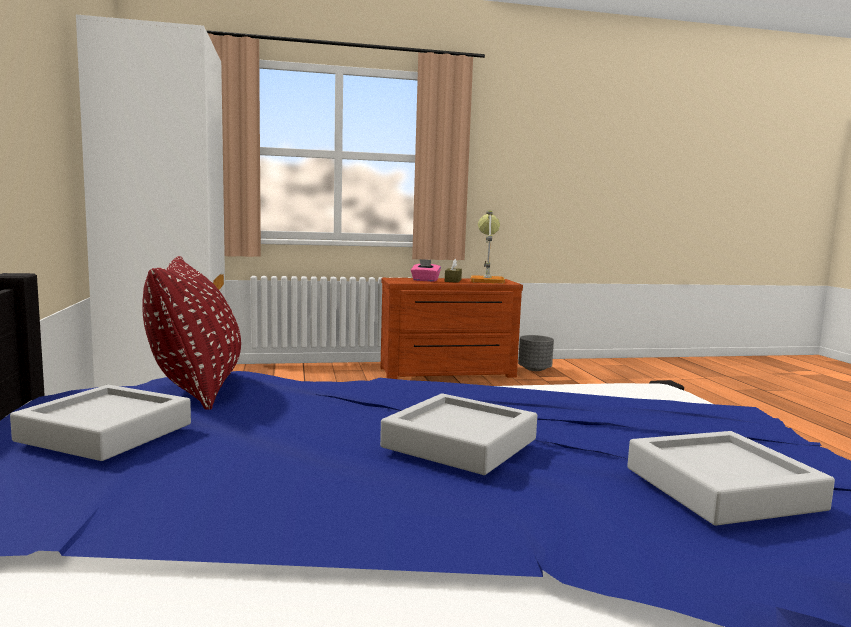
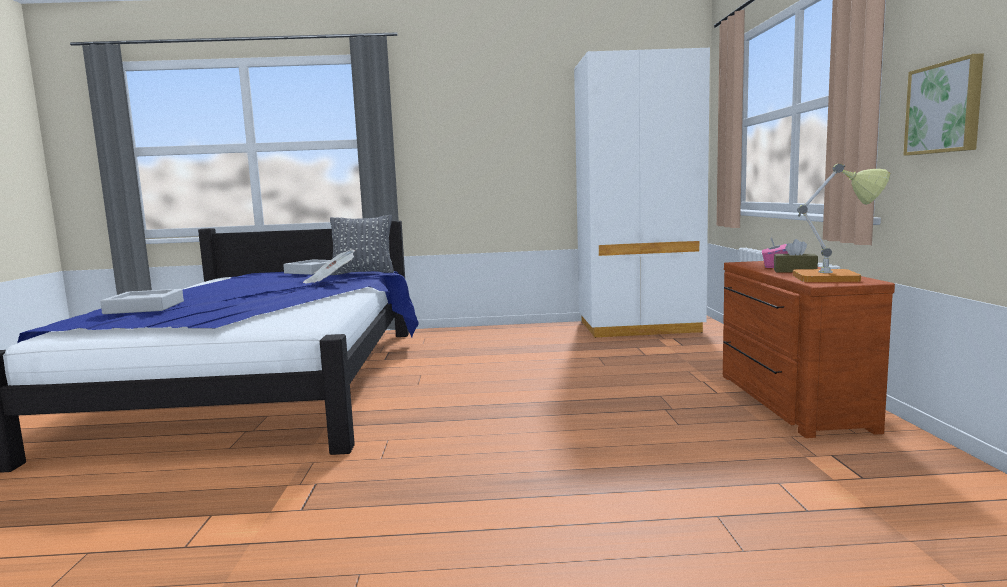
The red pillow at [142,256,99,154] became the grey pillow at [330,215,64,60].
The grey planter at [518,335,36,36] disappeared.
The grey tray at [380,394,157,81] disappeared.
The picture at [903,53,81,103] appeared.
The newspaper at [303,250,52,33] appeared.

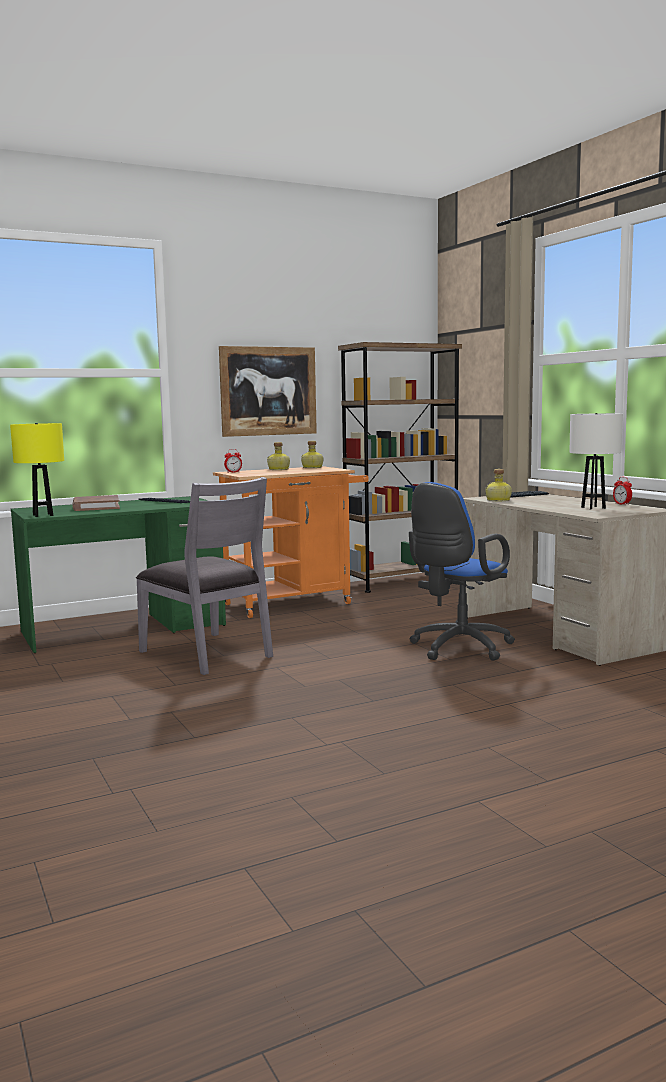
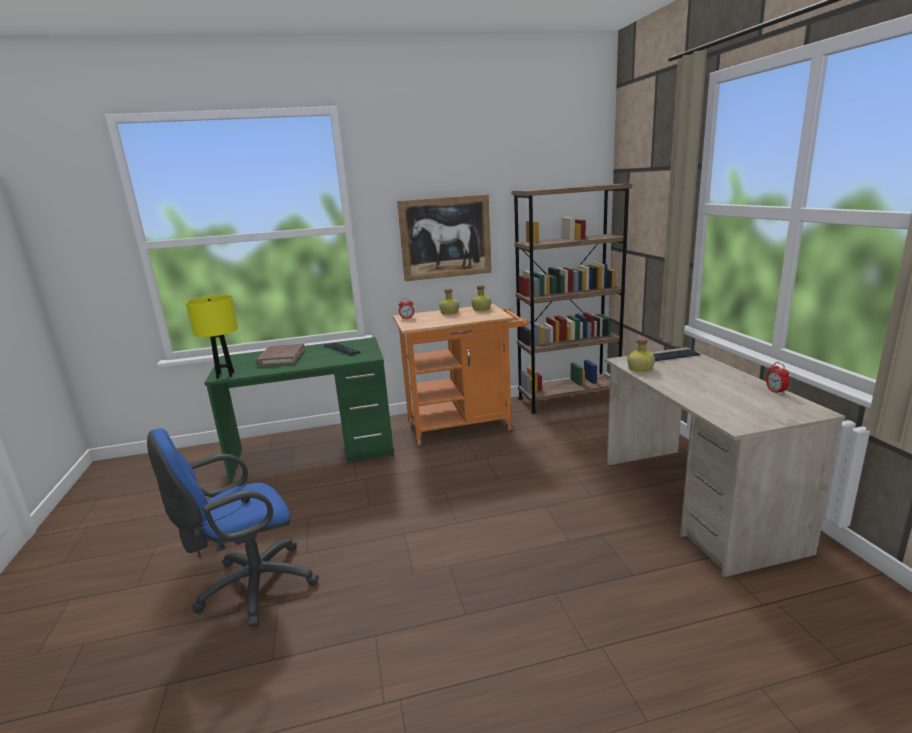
The white table lamp at [570,413,53,96] disappeared.
The grey chair at [136,477,137,198] disappeared.
The blue office chair moved from [409,482,106,179] to [147,428,172,199].

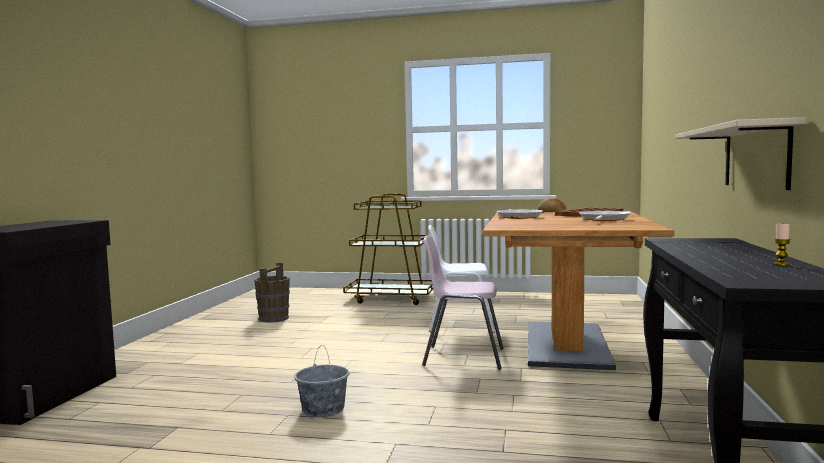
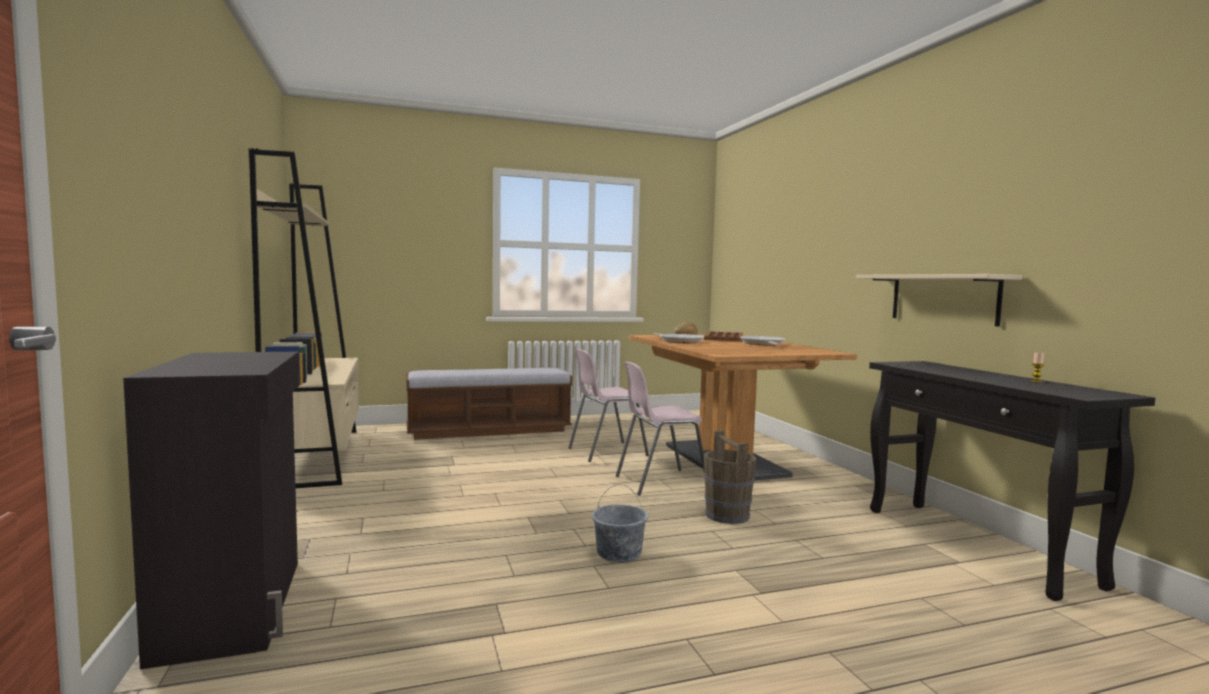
The brown cart at [343,193,90,112] was replaced by the bench at [406,368,166,72].
The white chair at [428,225,67,108] became the pink chair at [568,349,81,113].
The brown bucket moved from [254,263,36,60] to [704,430,53,94].
The beige bookcase at [249,148,110,340] appeared.

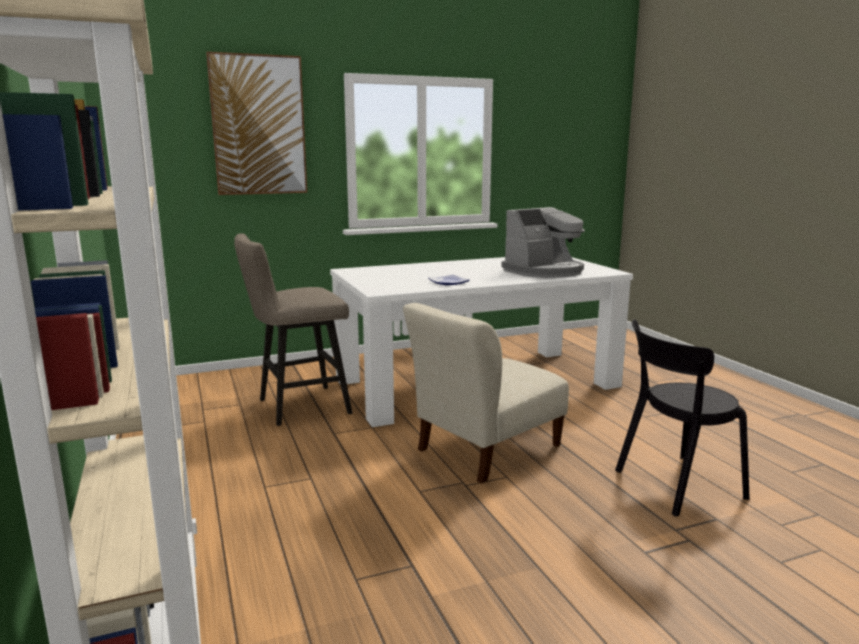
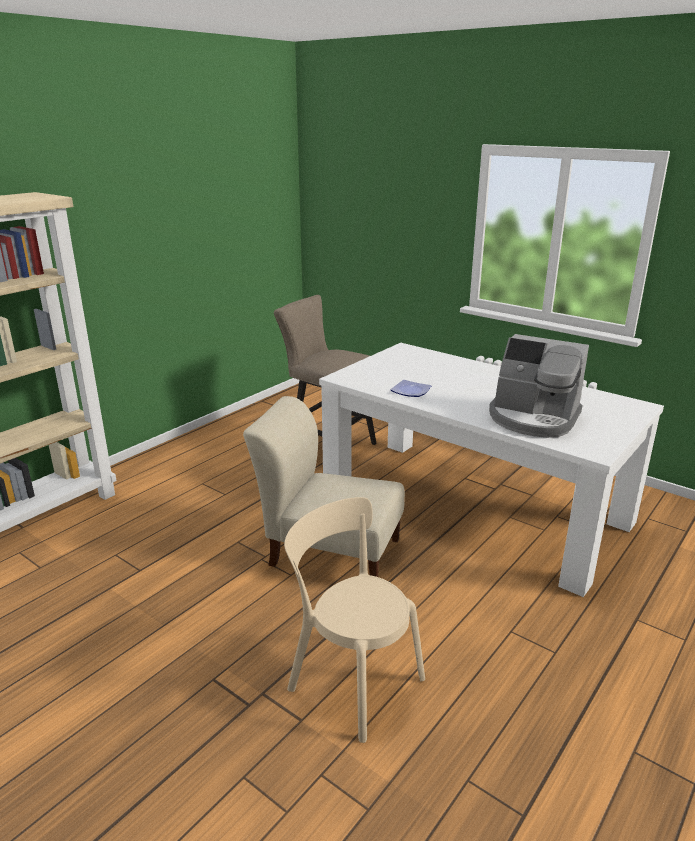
The picture at [206,52,101,143] disappeared.
The black chair at [615,319,135,198] became the beige chair at [284,497,141,246].

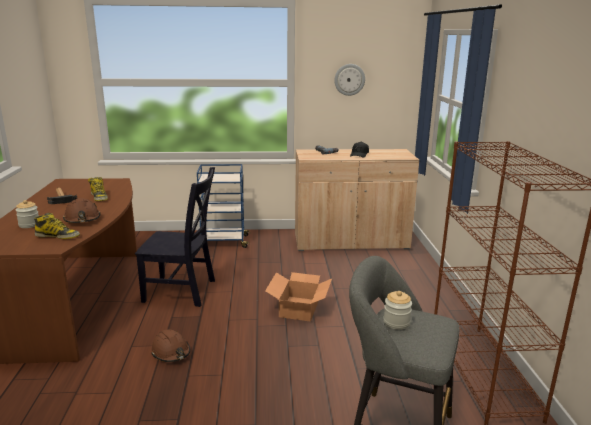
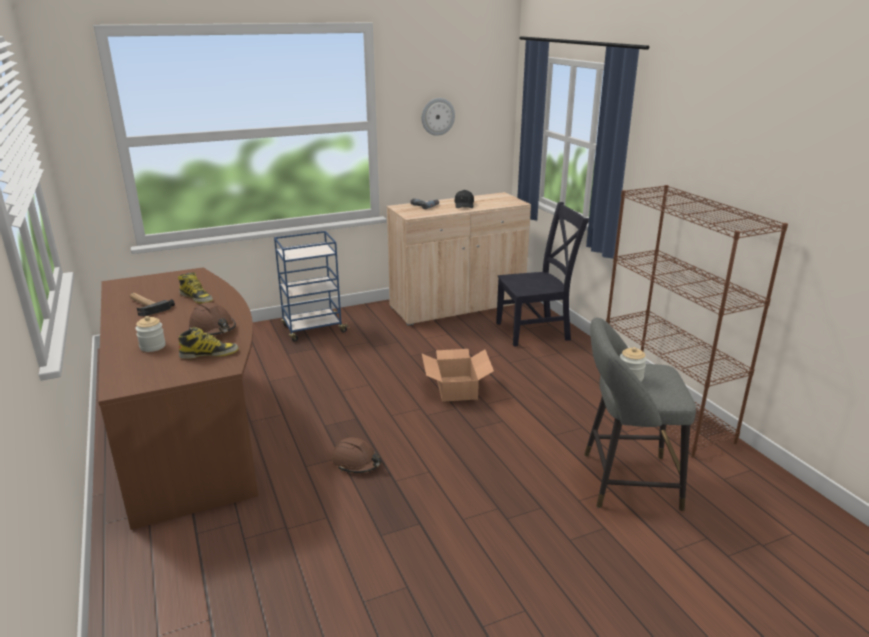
The black chair moved from [135,167,80,140] to [496,202,93,145].

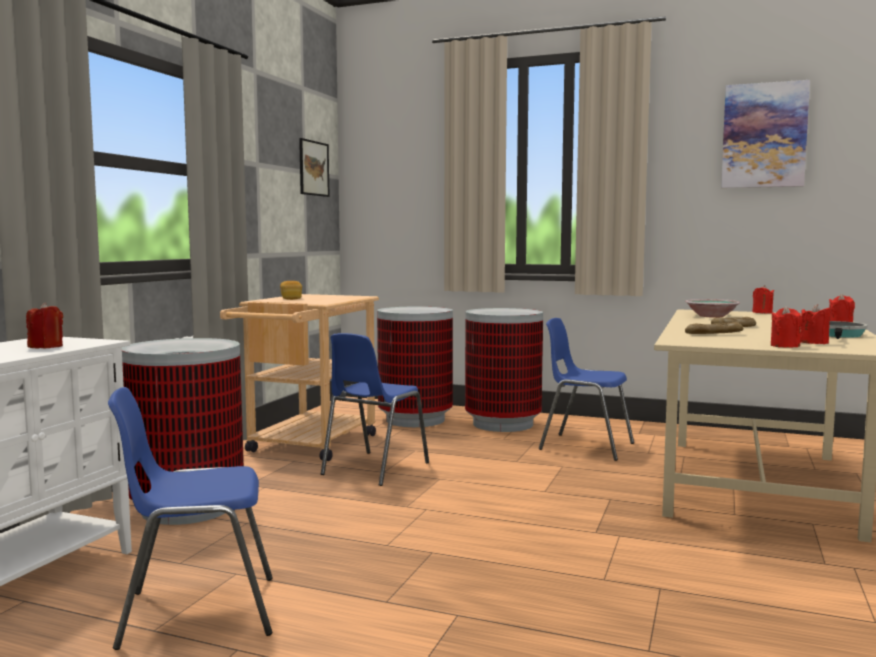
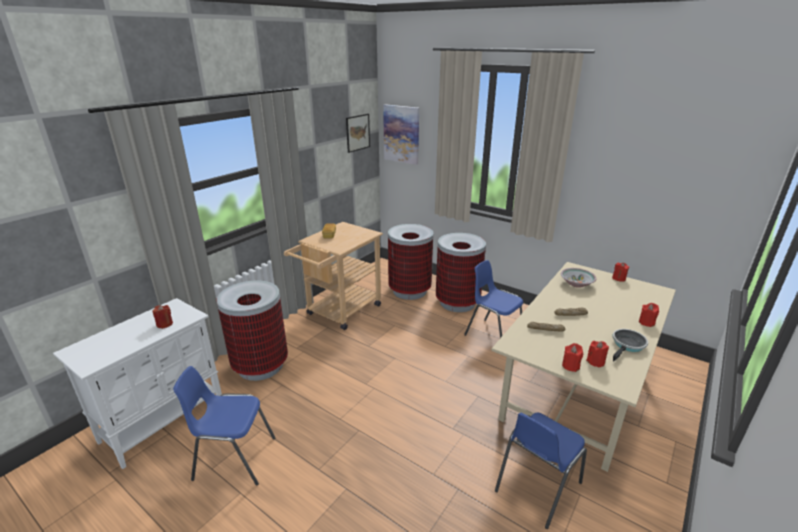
The picture moved from [721,80,89,108] to [383,104,36,61].
The blue chair moved from [321,333,108,153] to [495,413,92,116].

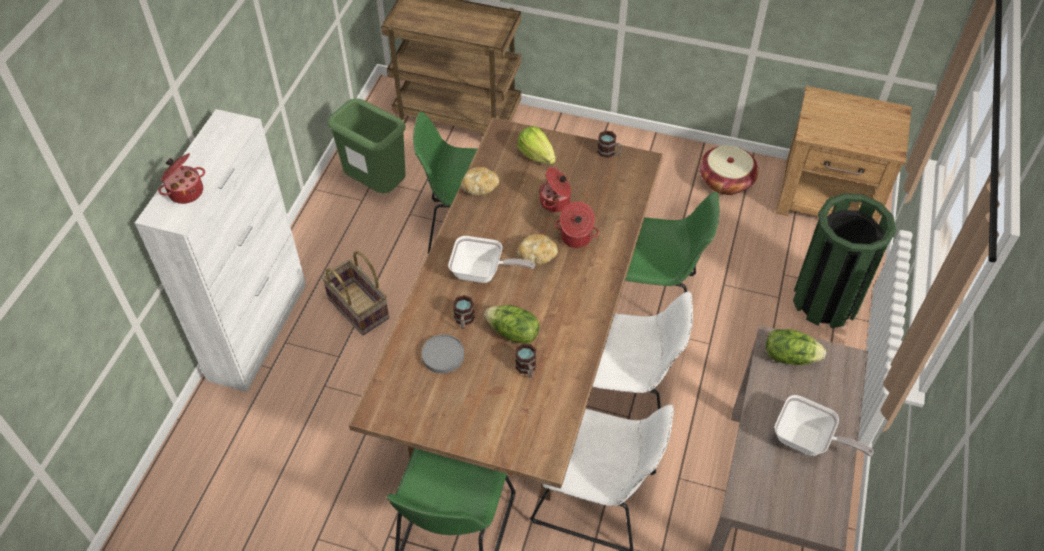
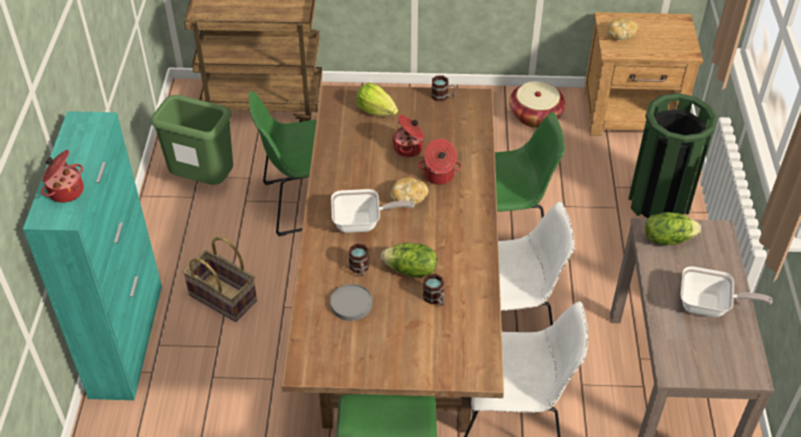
The white cabinet at [135,109,171,283] became the turquoise cabinet at [23,111,139,289].
The bread moved from [461,167,38,28] to [608,18,30,22].

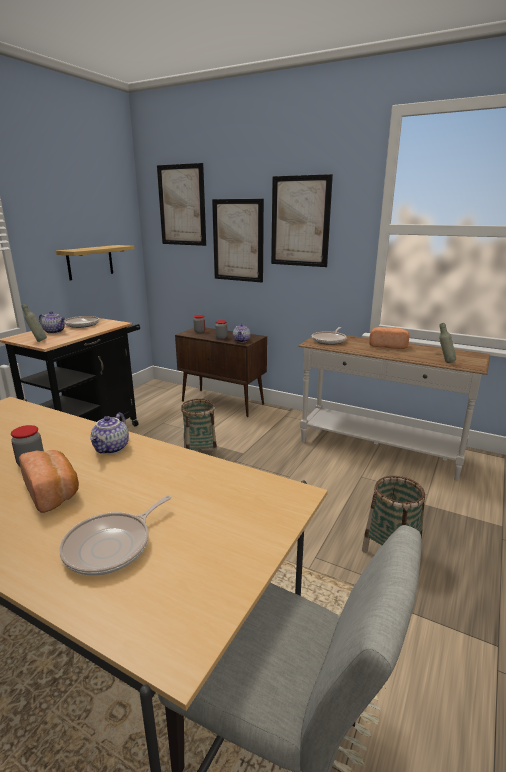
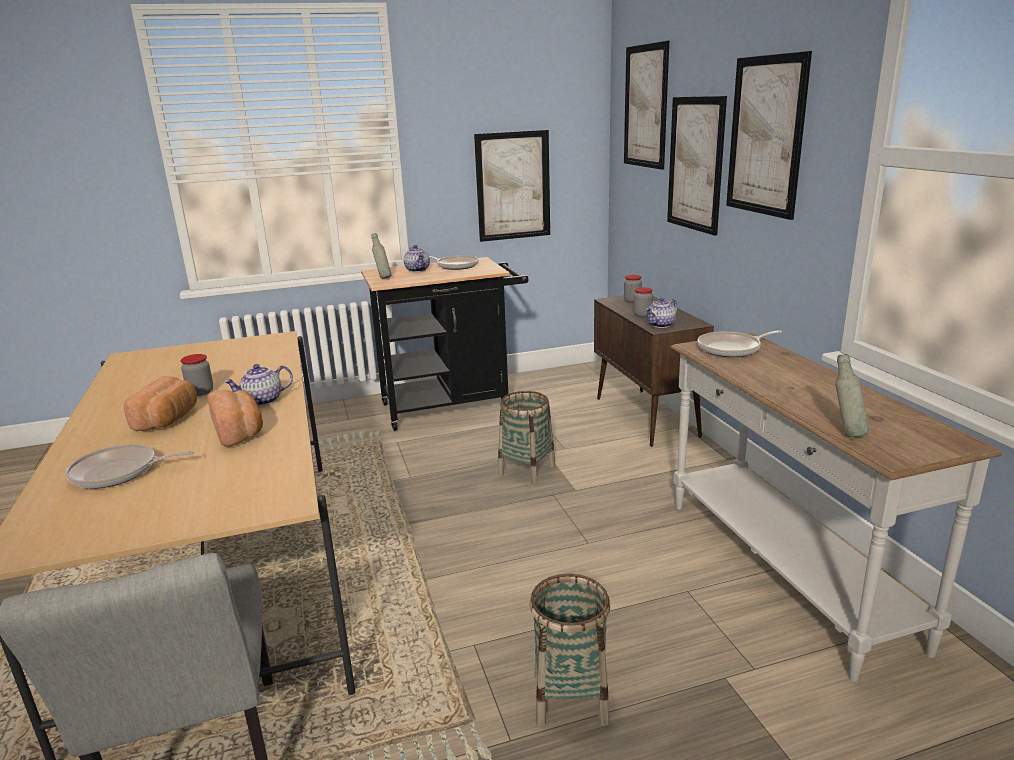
The shelf at [56,245,78,35] was replaced by the picture at [474,130,76,112].
The bread moved from [369,327,41,22] to [207,390,56,57].

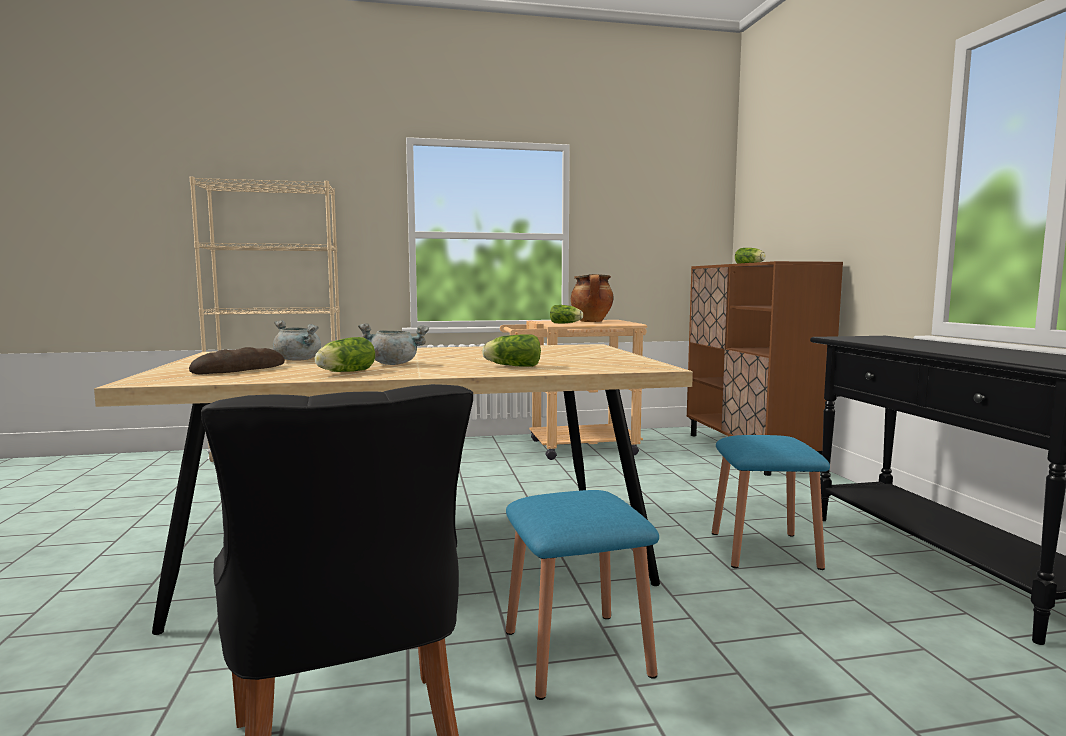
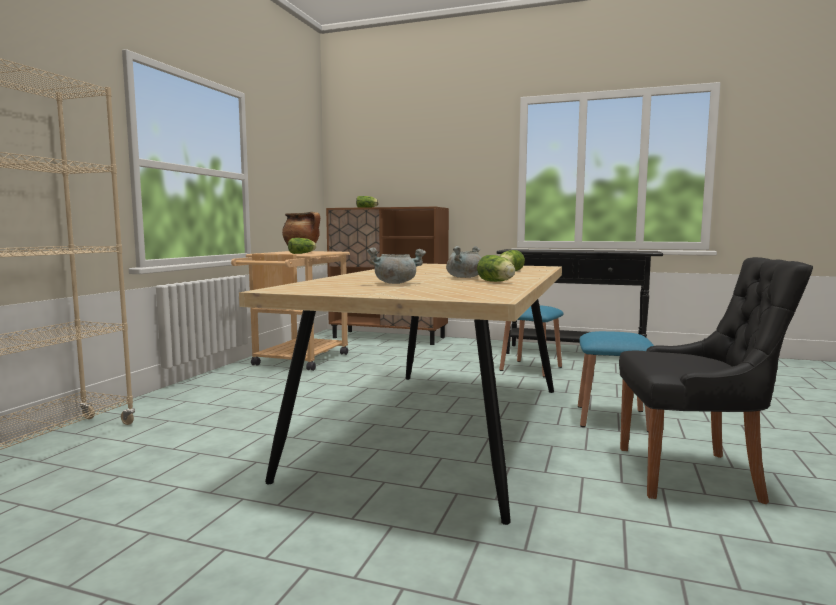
The bread at [189,347,96,27] disappeared.

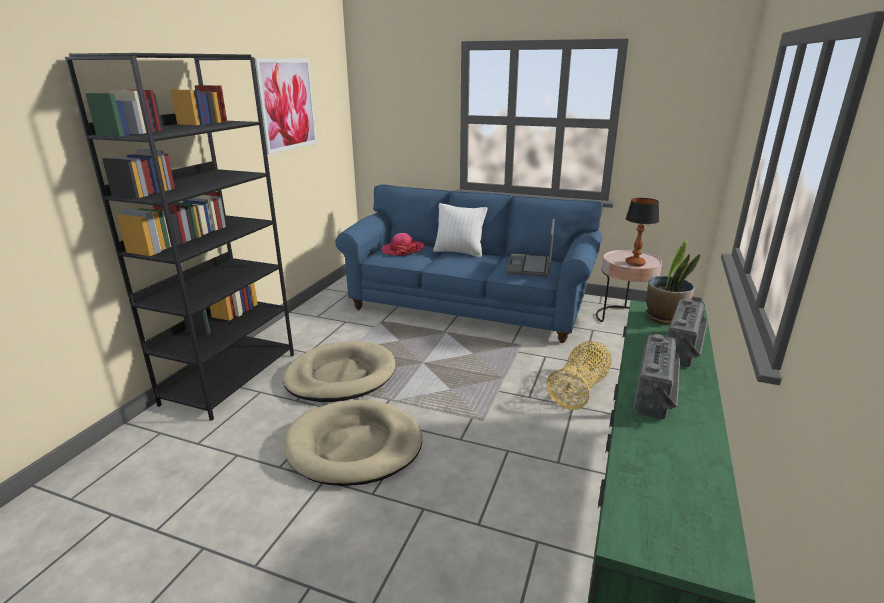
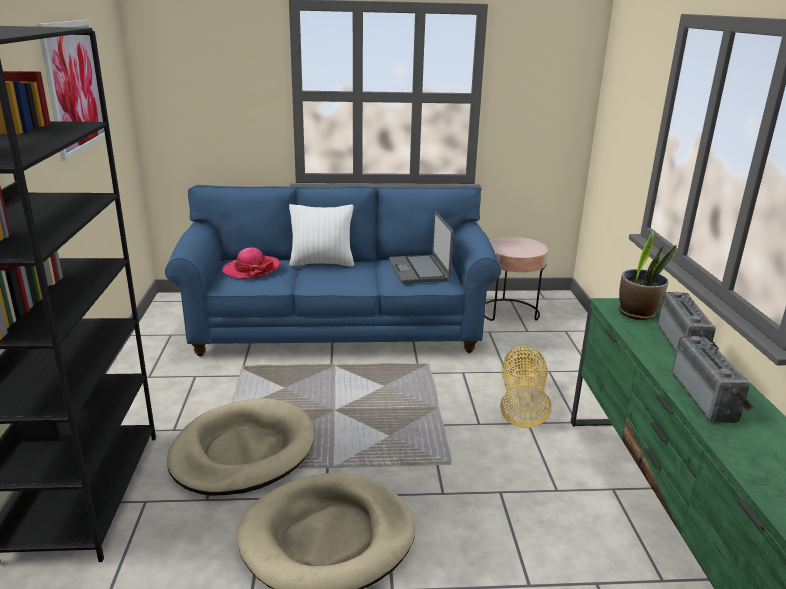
The table lamp at [625,198,34,68] disappeared.

